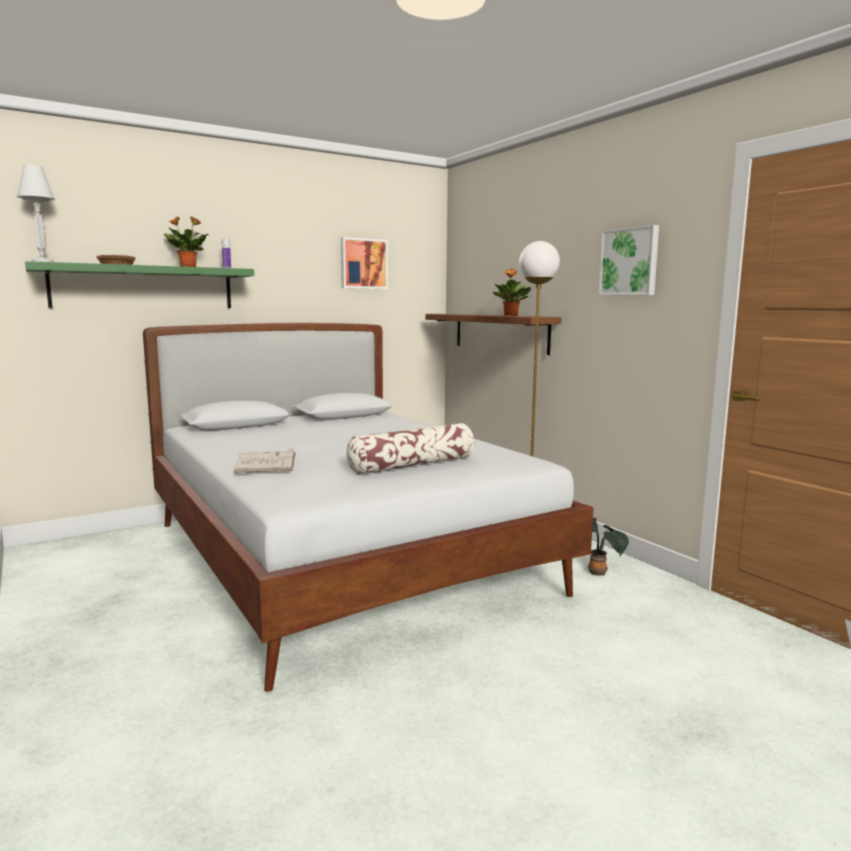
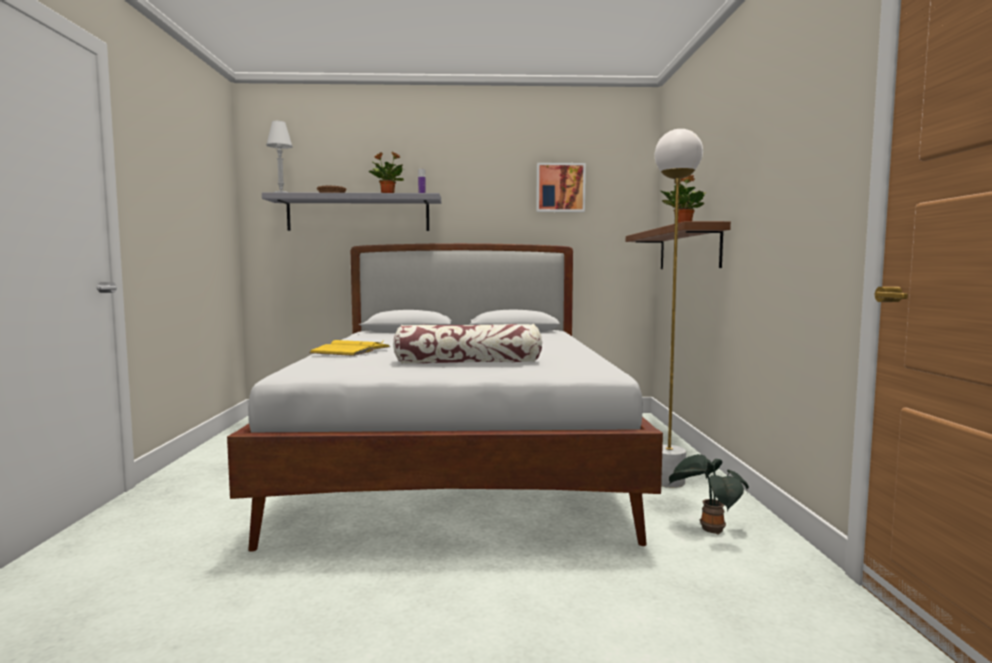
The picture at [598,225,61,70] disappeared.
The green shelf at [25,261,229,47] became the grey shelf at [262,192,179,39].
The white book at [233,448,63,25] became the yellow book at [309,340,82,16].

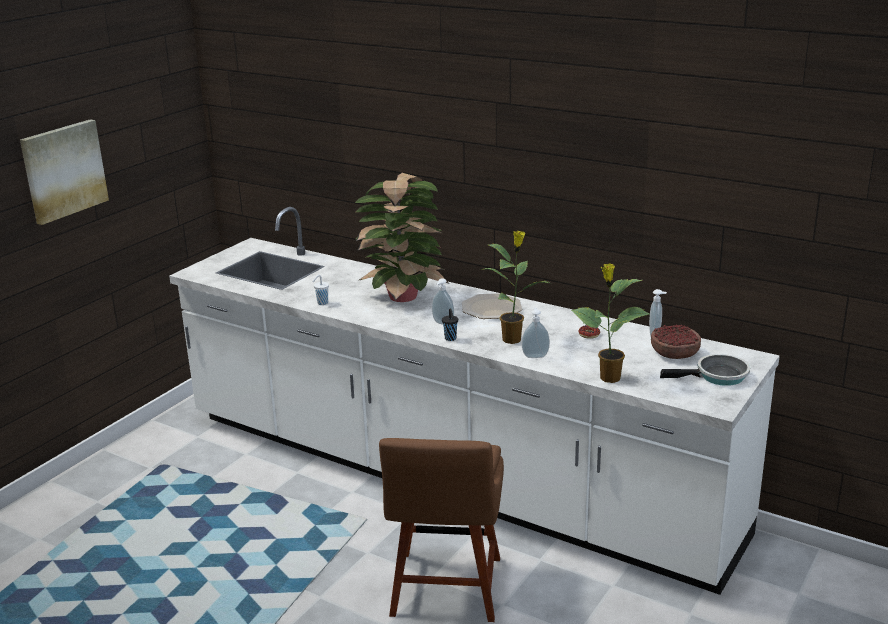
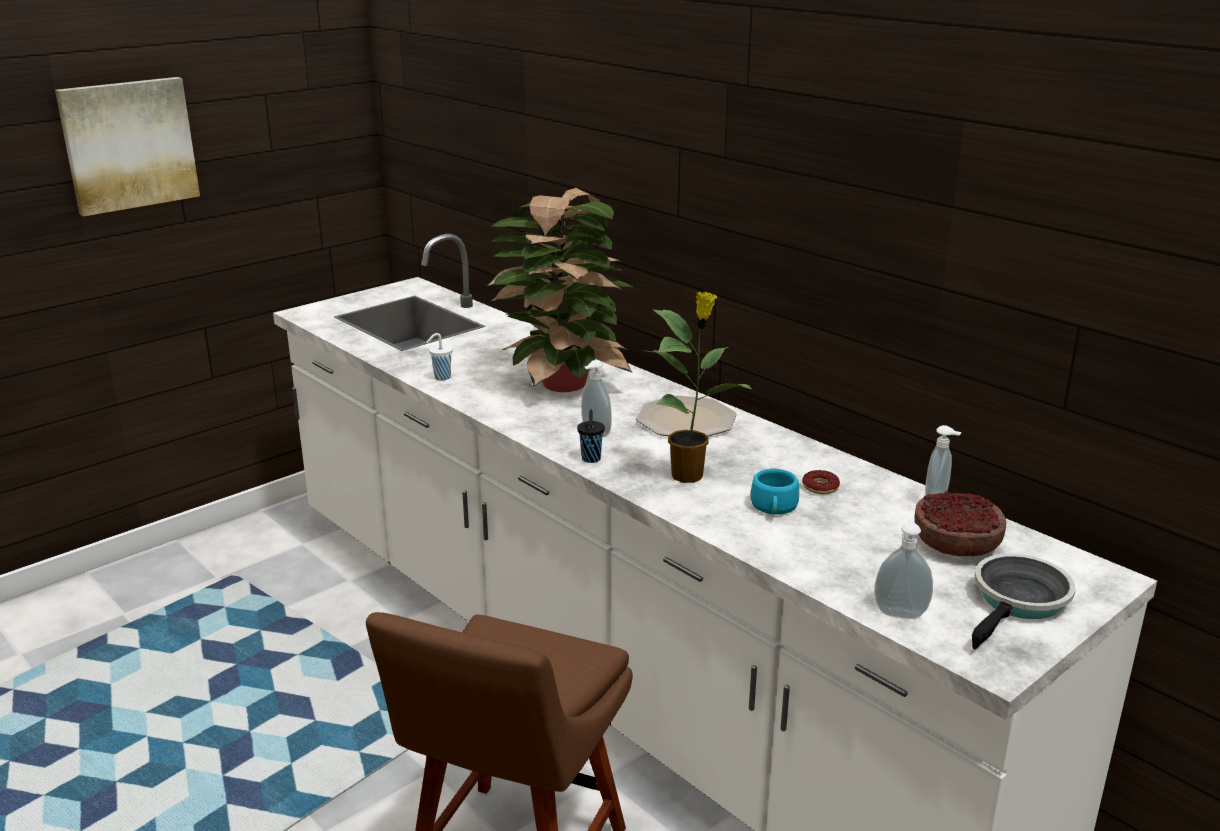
The potted plant at [571,263,79,120] disappeared.
The soap dispenser moved from [522,308,28,50] to [874,519,59,100].
The frying pan at [660,354,90,32] turned 60 degrees counterclockwise.
The turquoise cup at [750,469,49,46] appeared.

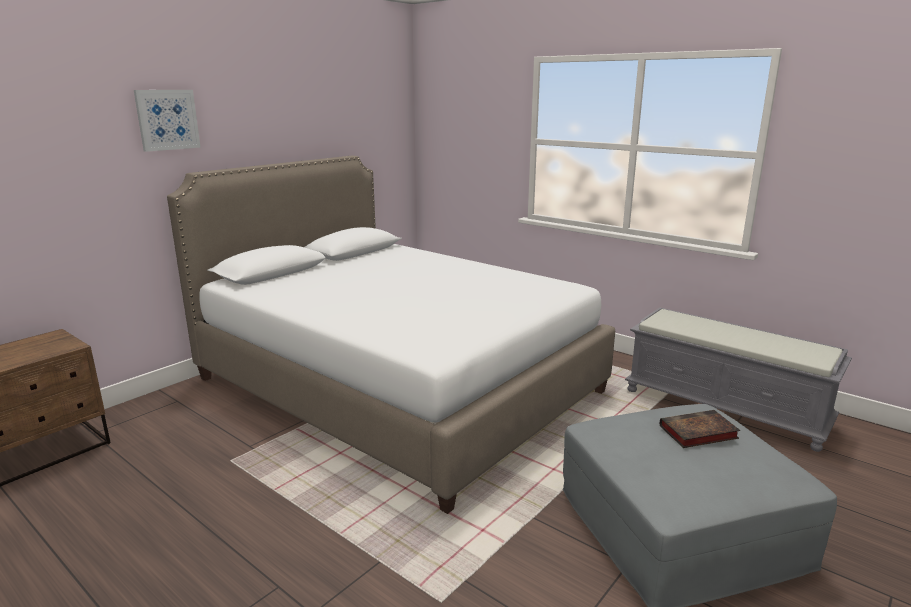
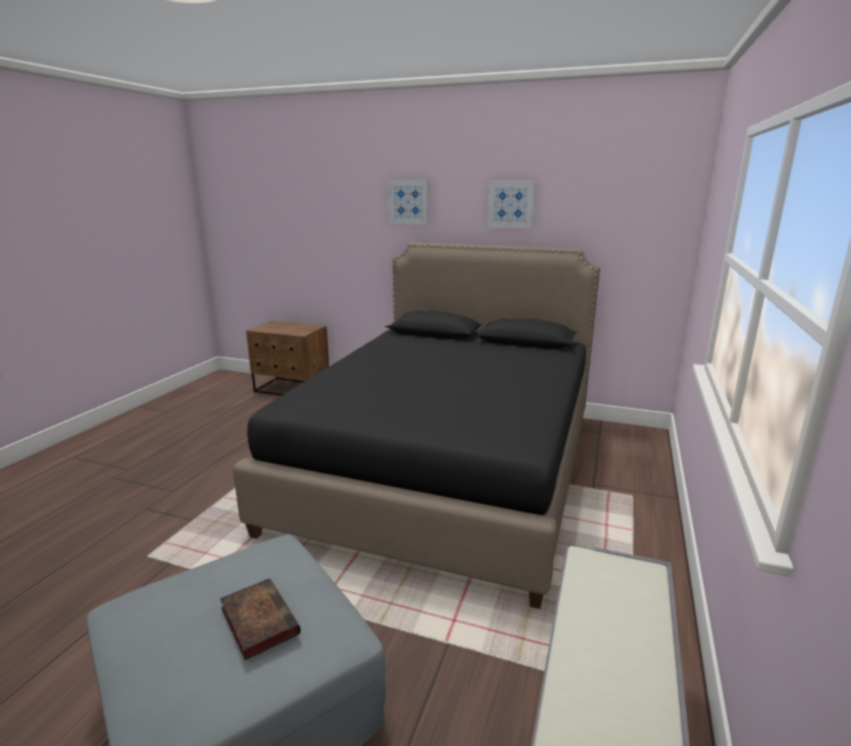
The white bed at [167,155,448,359] became the black bed at [233,243,367,366].
The picture at [487,180,48,48] appeared.

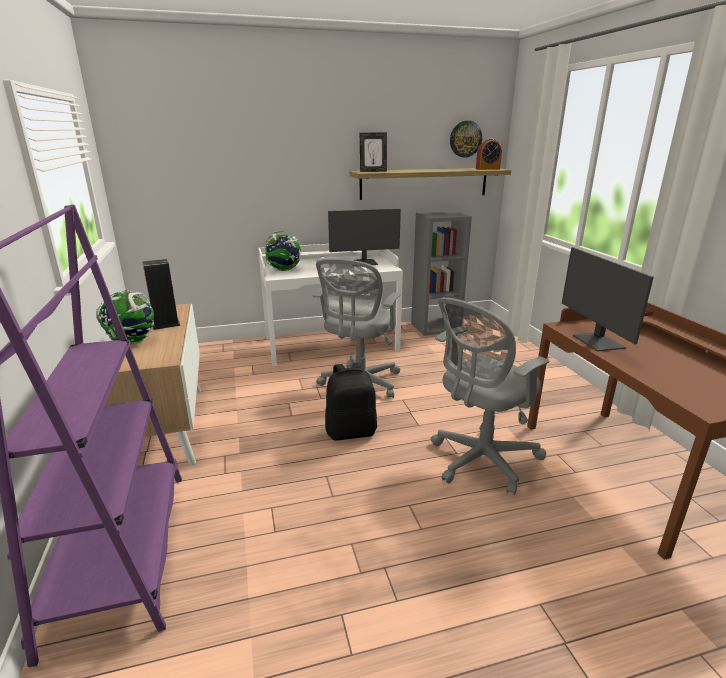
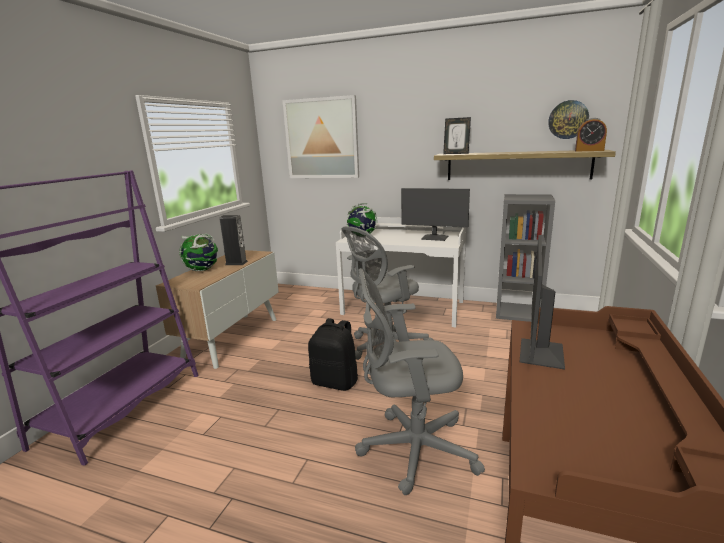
The picture at [283,95,76,83] appeared.

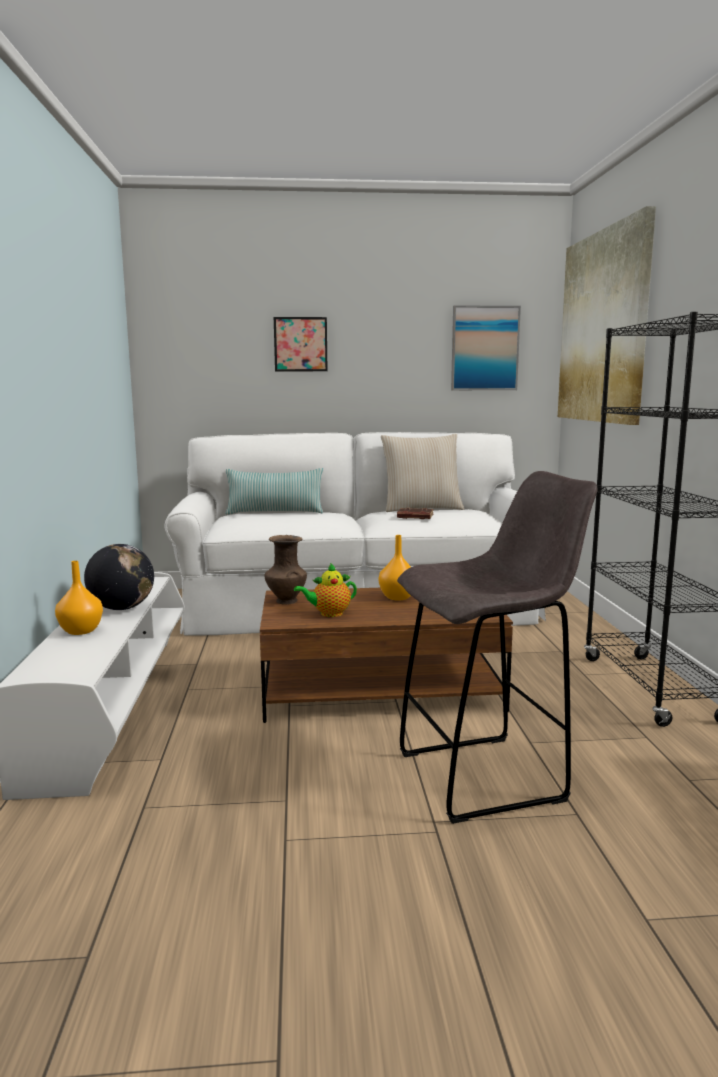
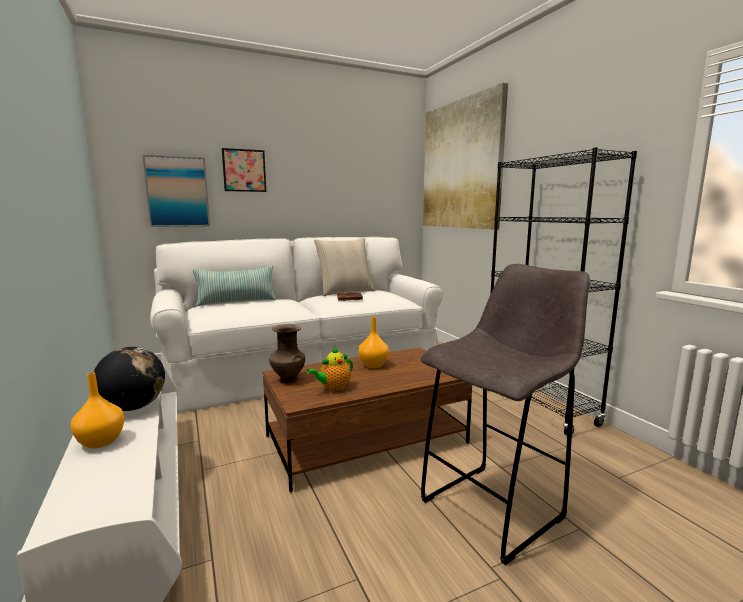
The picture moved from [451,305,70,85] to [143,155,67,72].

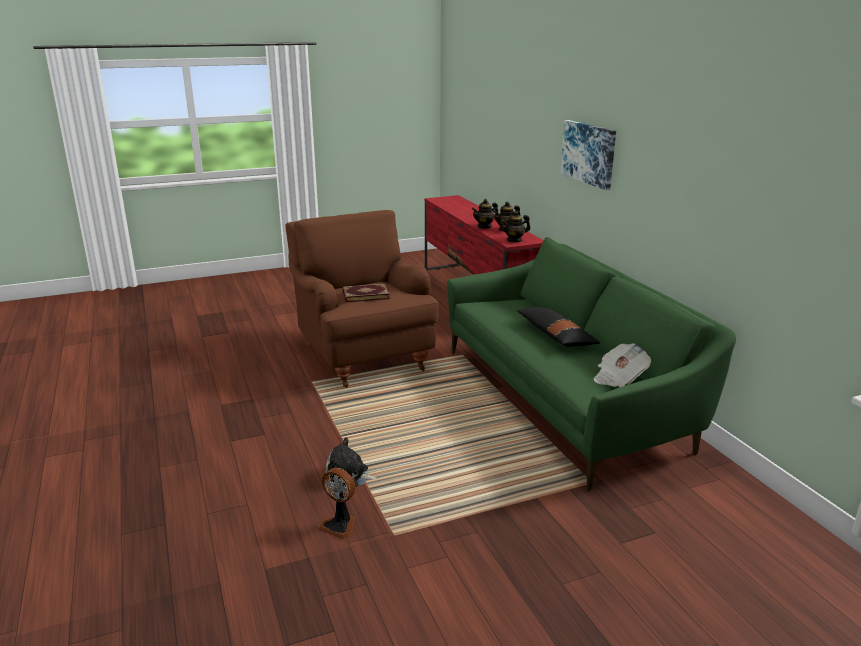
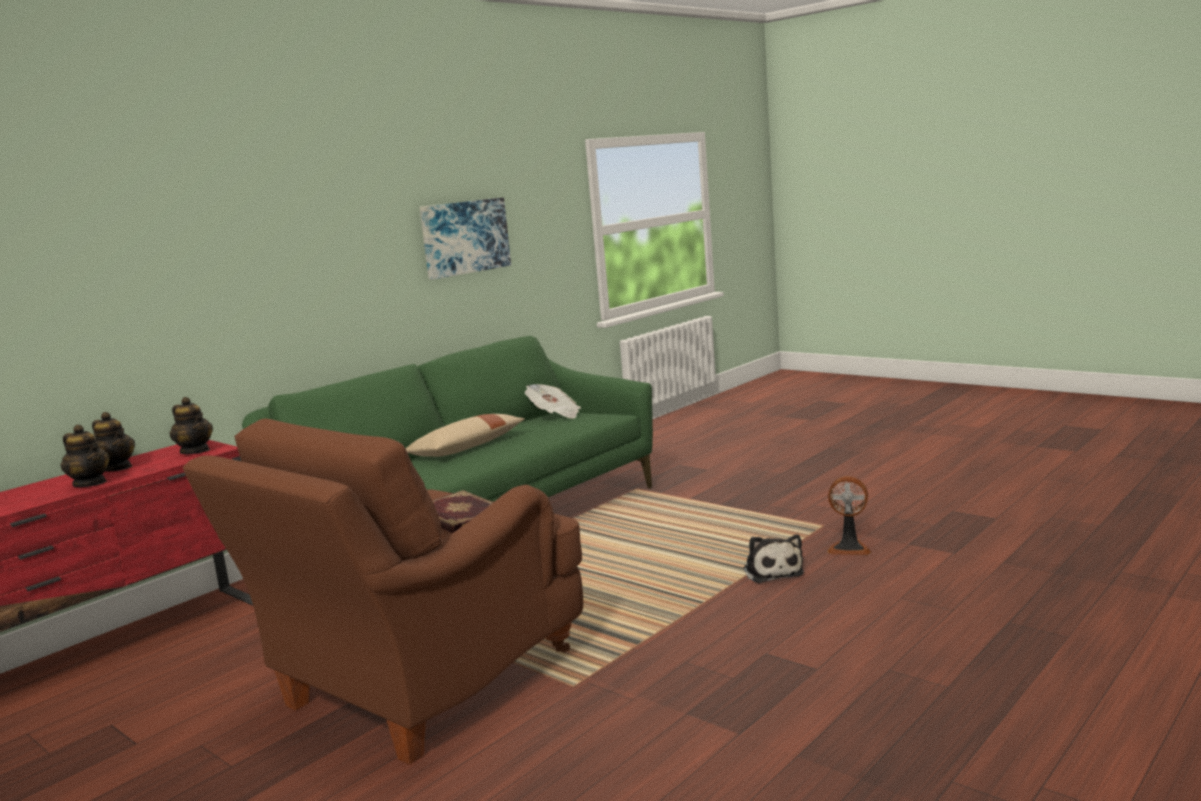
The picture moved from [560,120,56,70] to [419,197,92,83].
The black pillow at [516,307,84,40] became the beige pillow at [405,414,120,43].
The fan at [318,468,37,71] turned 105 degrees clockwise.

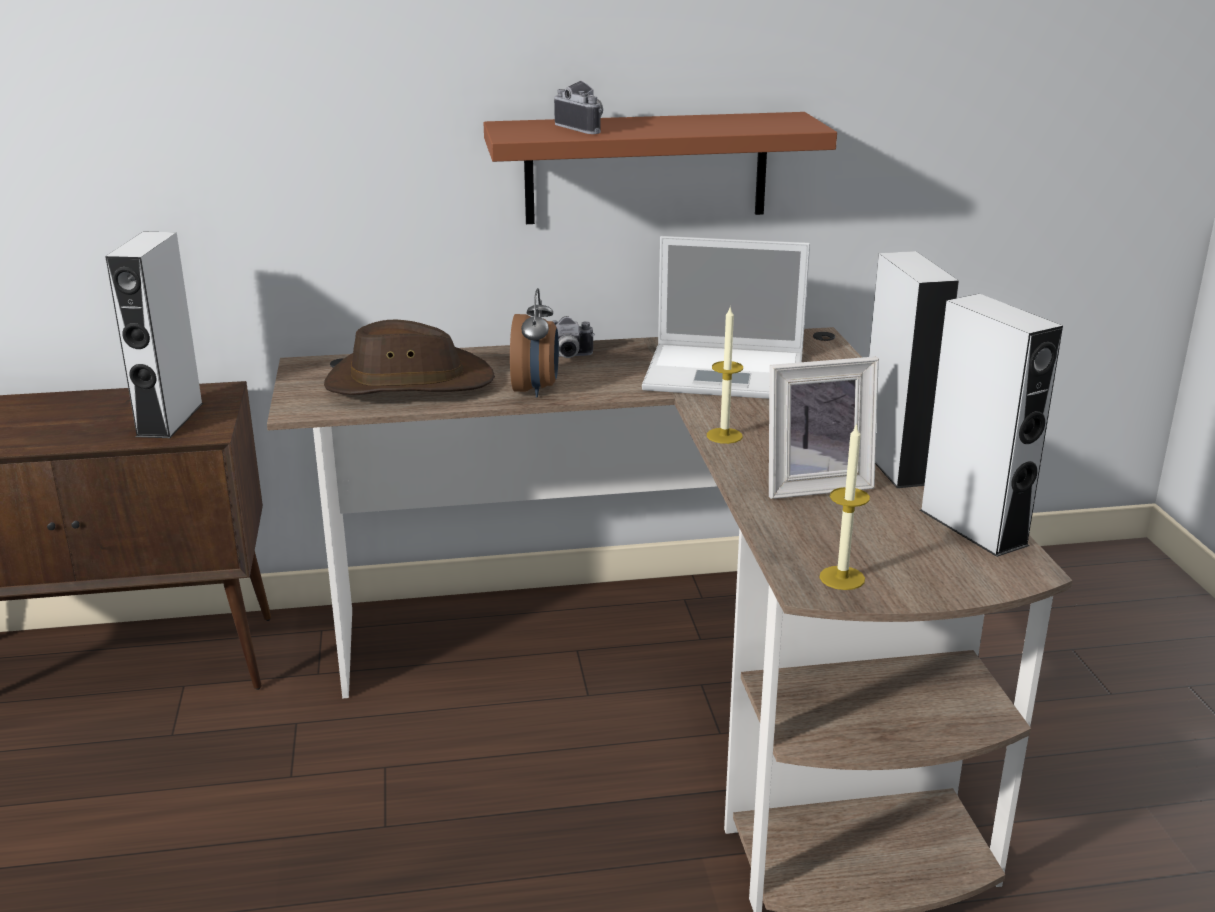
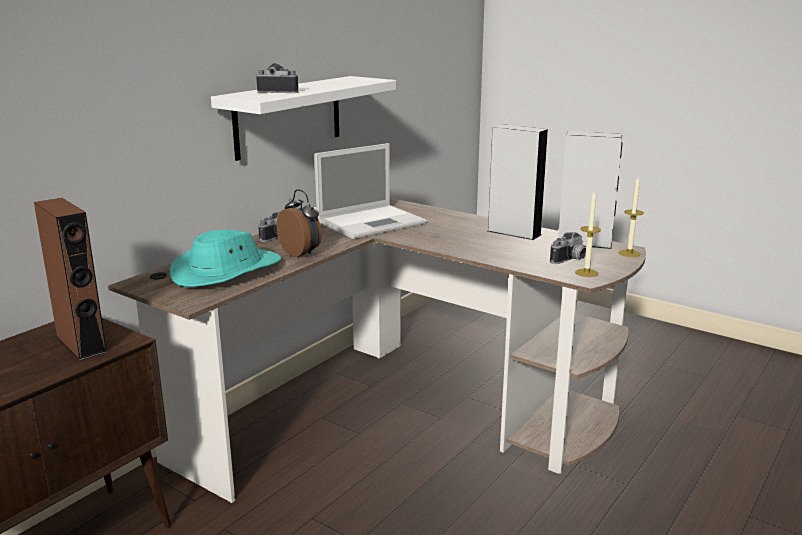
The brown shelf at [484,112,353,112] became the white shelf at [211,76,185,85].
The grey speaker at [105,232,98,206] became the brown speaker at [34,198,73,163].
The candle moved from [707,308,36,136] to [619,177,24,80].
The brown hat at [324,319,171,76] became the turquoise hat at [169,230,112,57].
The picture frame at [769,356,110,143] disappeared.
The photo camera at [550,232,36,32] appeared.

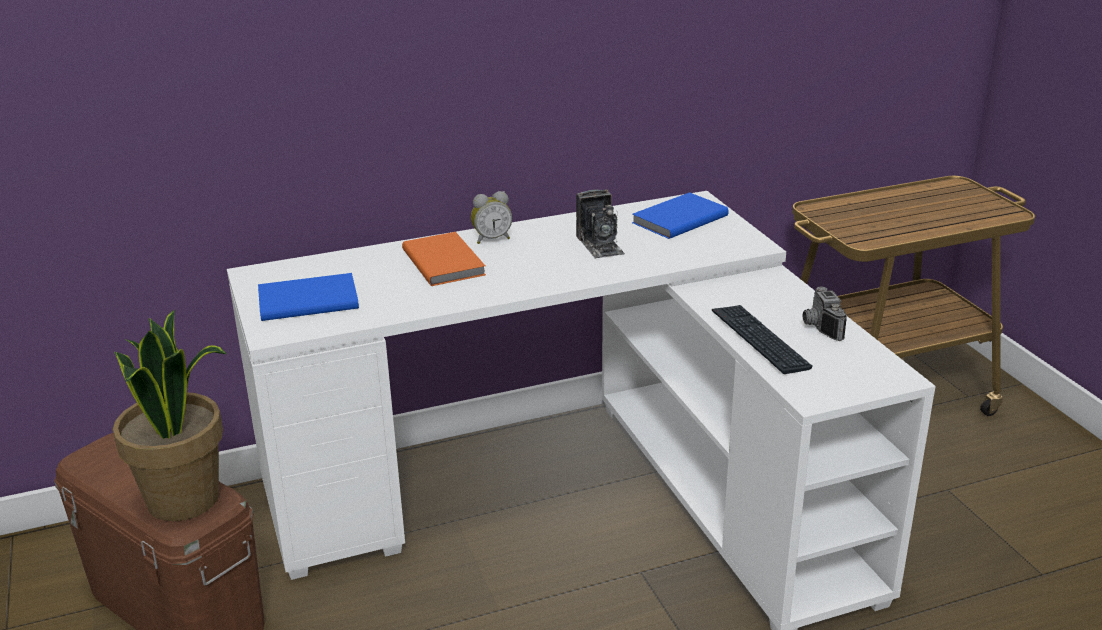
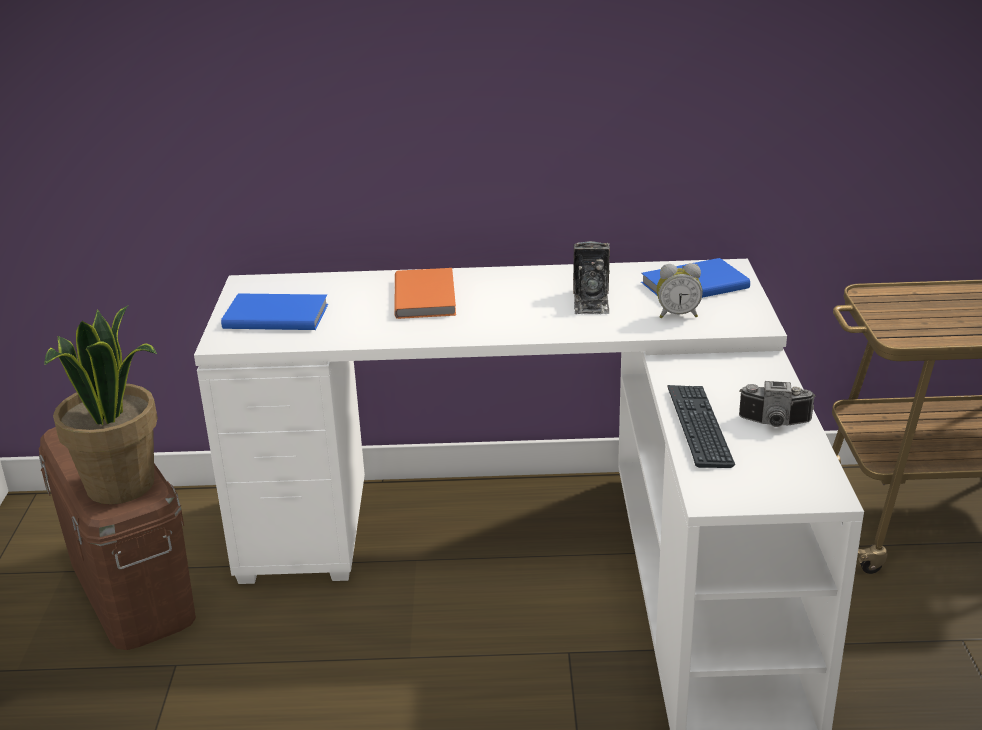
The alarm clock moved from [471,191,41,53] to [656,263,47,55].
The photo camera at [803,287,44,54] turned 90 degrees counterclockwise.

